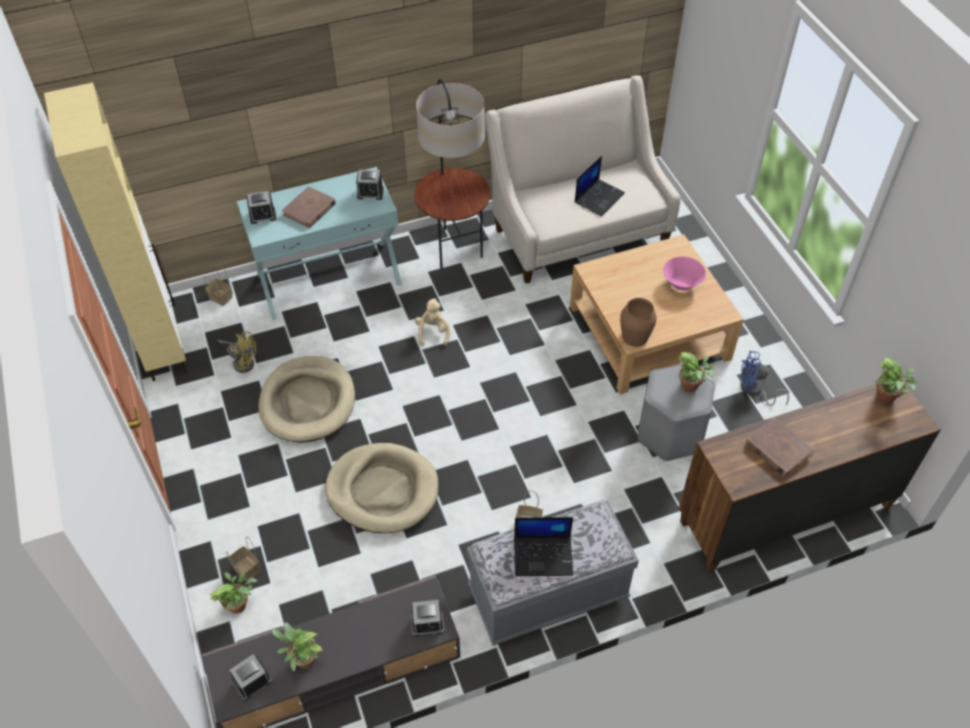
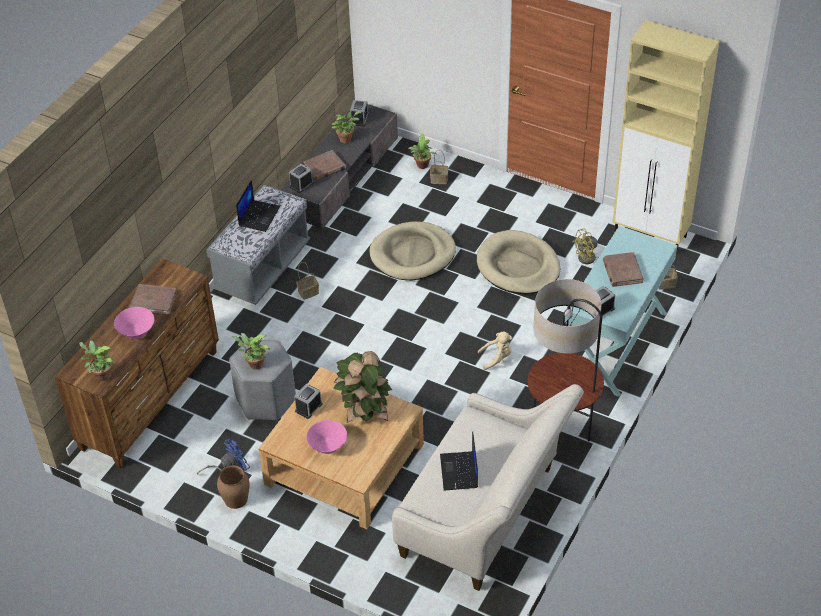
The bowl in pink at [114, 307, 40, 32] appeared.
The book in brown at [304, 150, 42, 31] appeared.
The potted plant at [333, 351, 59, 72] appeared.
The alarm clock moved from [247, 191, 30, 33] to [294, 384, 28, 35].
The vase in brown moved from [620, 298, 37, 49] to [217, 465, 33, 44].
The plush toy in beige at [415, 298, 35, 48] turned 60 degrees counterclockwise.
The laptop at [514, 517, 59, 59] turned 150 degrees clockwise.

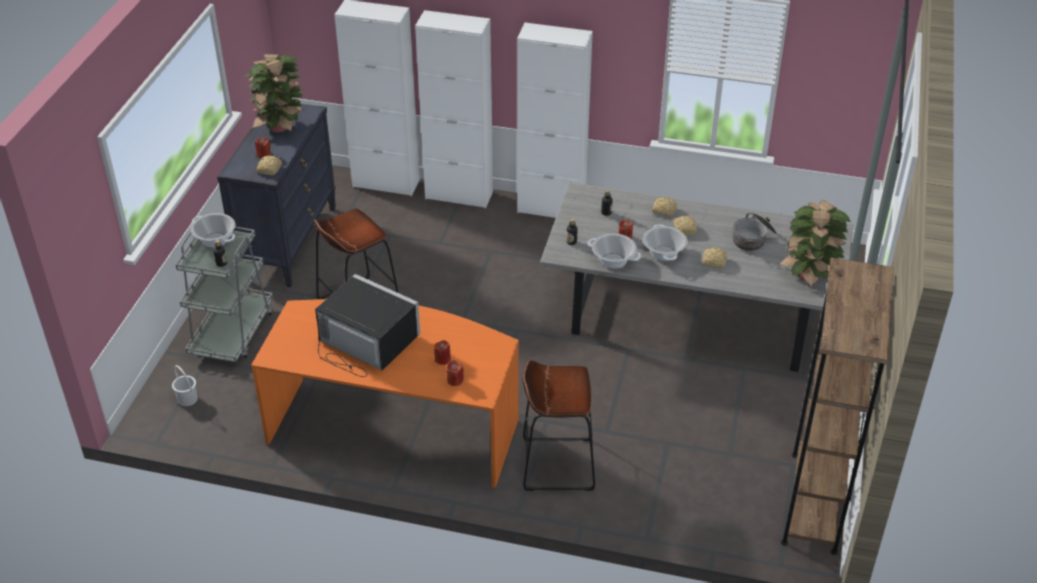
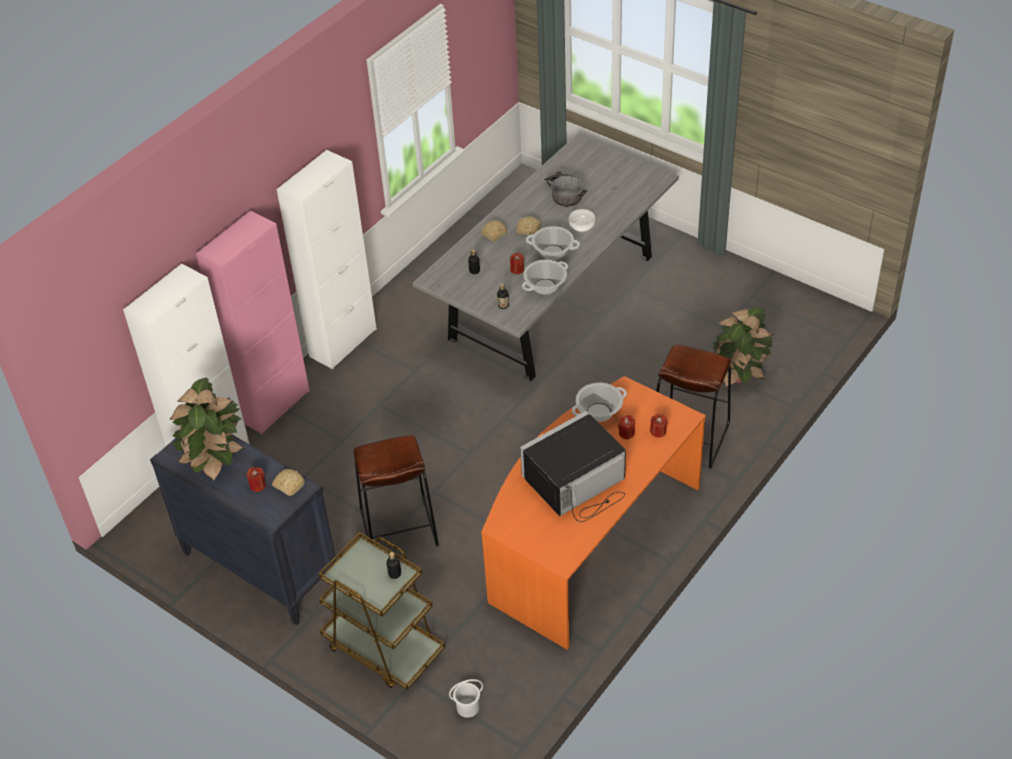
The bookcase in brown at [781, 258, 113, 297] disappeared.
The cooking pot moved from [191, 213, 45, 34] to [572, 383, 55, 39].
The potted plant moved from [778, 200, 73, 88] to [713, 307, 61, 80].
The bread at [703, 247, 24, 21] was replaced by the bowl at [569, 209, 26, 23].
The cart in grey at [175, 227, 98, 135] became the cart in brown at [319, 532, 126, 158].
The cabinet in white at [415, 10, 78, 198] became the cabinet in pink at [196, 211, 114, 223].

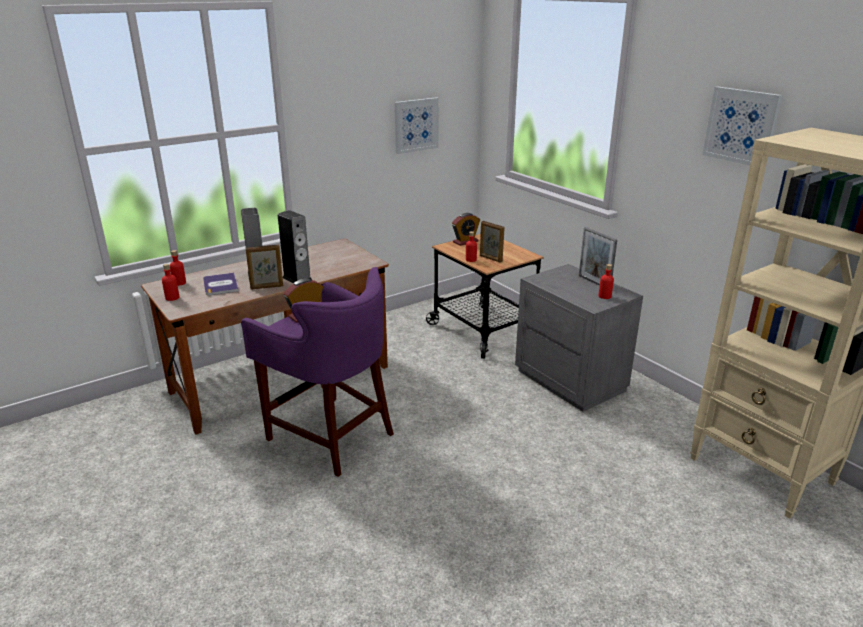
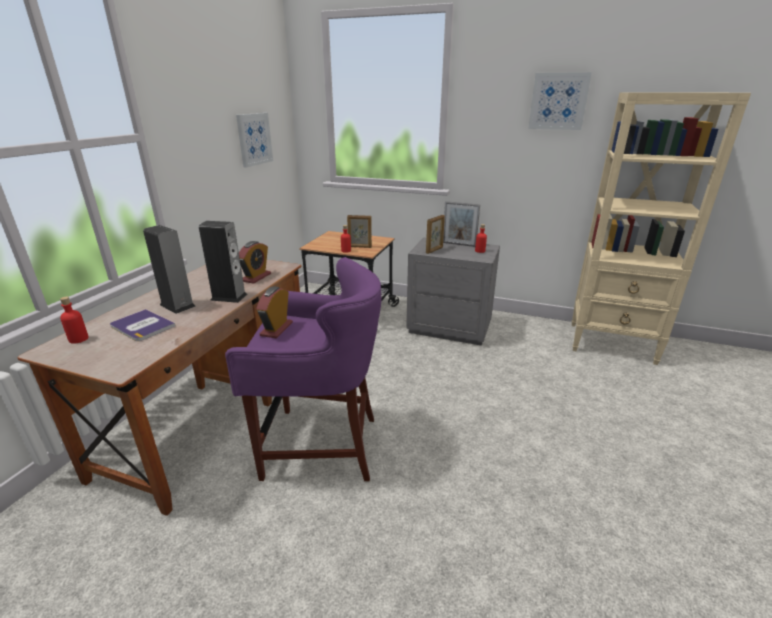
The bottle in red at [162, 264, 17, 37] disappeared.
The picture frame moved from [246, 245, 37, 45] to [426, 215, 19, 39].
The alarm clock moved from [452, 213, 28, 33] to [239, 241, 32, 43].

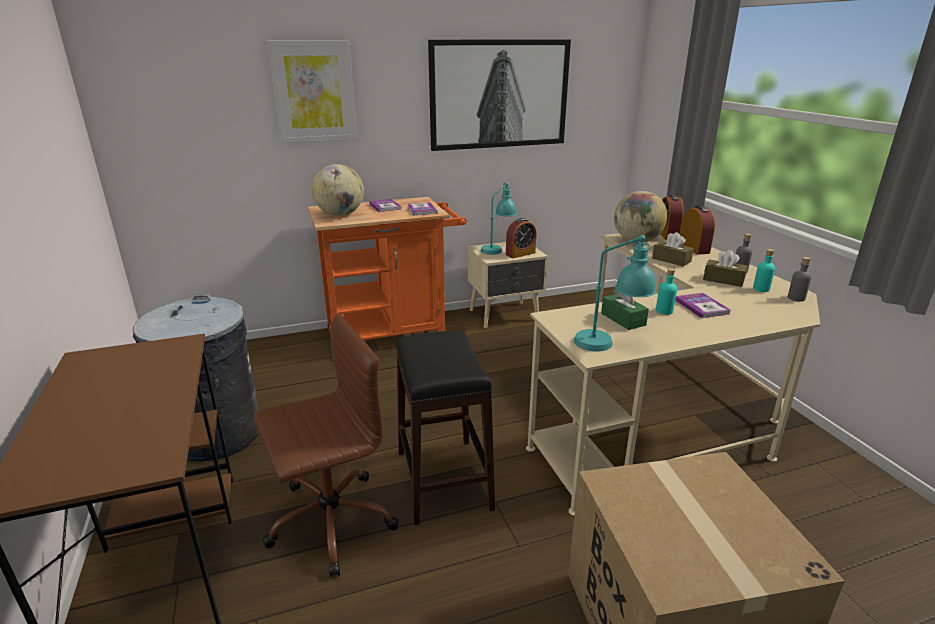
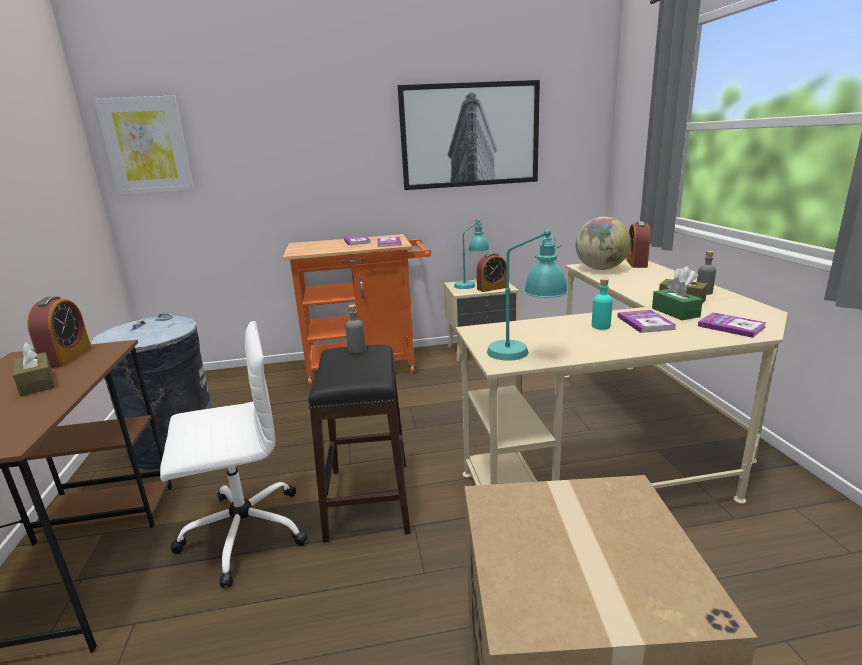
The globe at [312, 164, 52, 52] disappeared.
The bottle in turquoise at [753, 249, 22, 43] disappeared.
The book at [698, 312, 69, 26] appeared.
The picture moved from [267, 40, 90, 103] to [94, 96, 100, 99].
The tissue box in green moved from [601, 290, 48, 40] to [652, 277, 51, 43].
The tissue box in brown moved from [652, 232, 42, 34] to [13, 342, 42, 54].
The alarm clock moved from [680, 206, 35, 49] to [28, 296, 63, 72].
The bottle in grey moved from [788, 257, 23, 45] to [345, 305, 21, 48].
The office chair in brown at [253, 314, 146, 263] became the office chair in white at [160, 321, 147, 267].

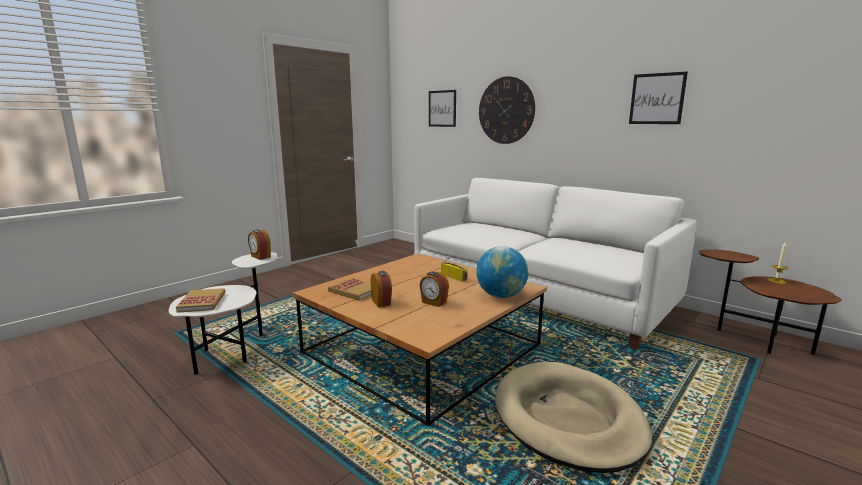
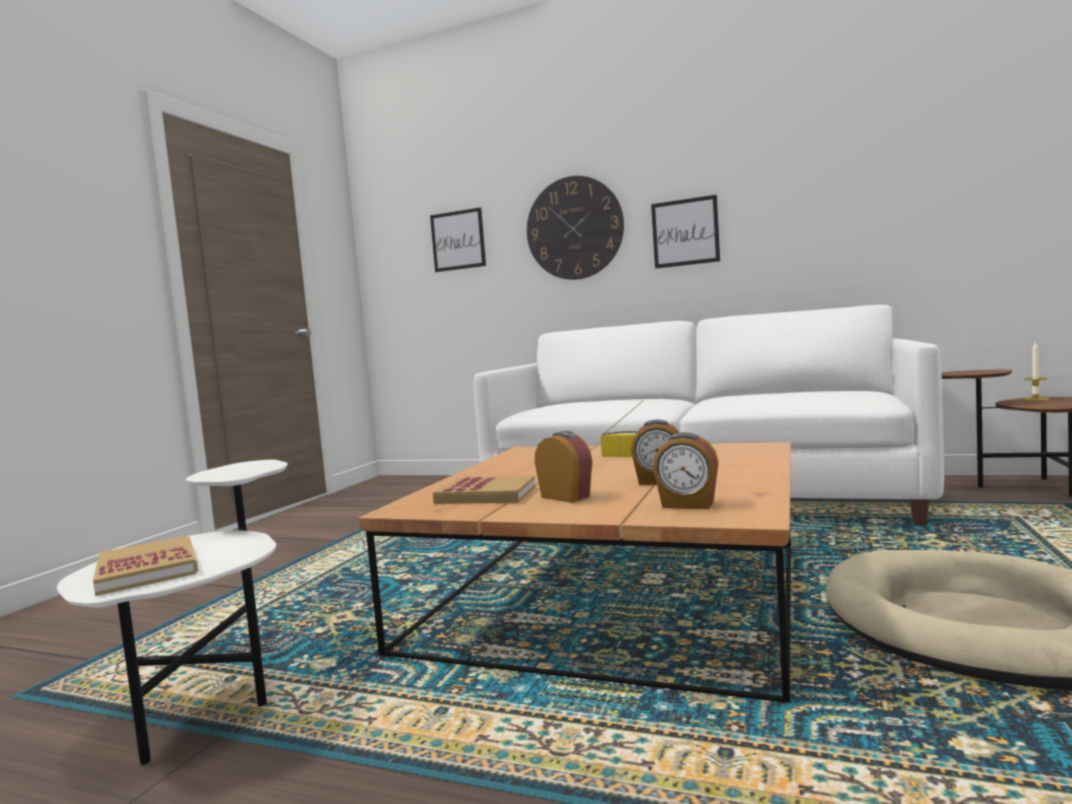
The globe at [476, 246, 52, 52] disappeared.
The alarm clock moved from [248, 229, 23, 31] to [653, 432, 66, 77].
The picture moved from [629, 72, 59, 52] to [651, 195, 69, 74].

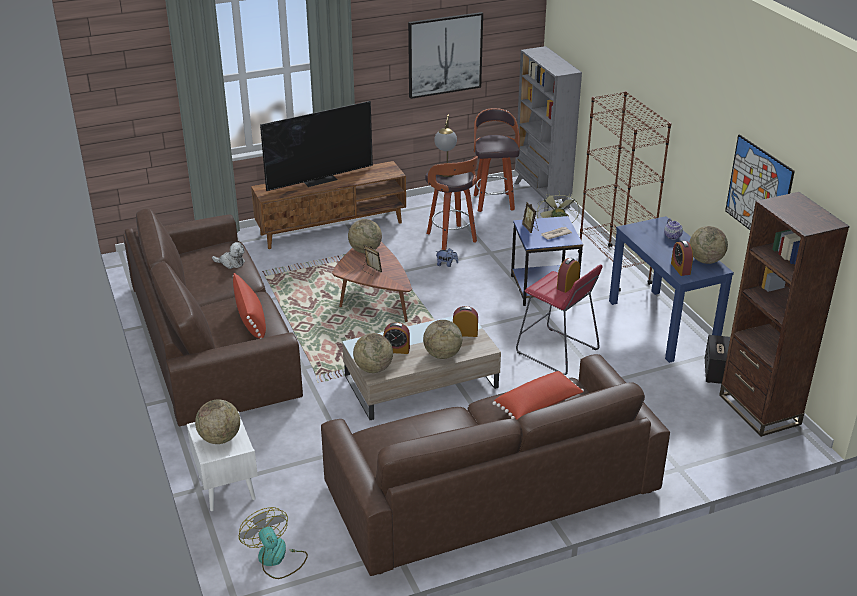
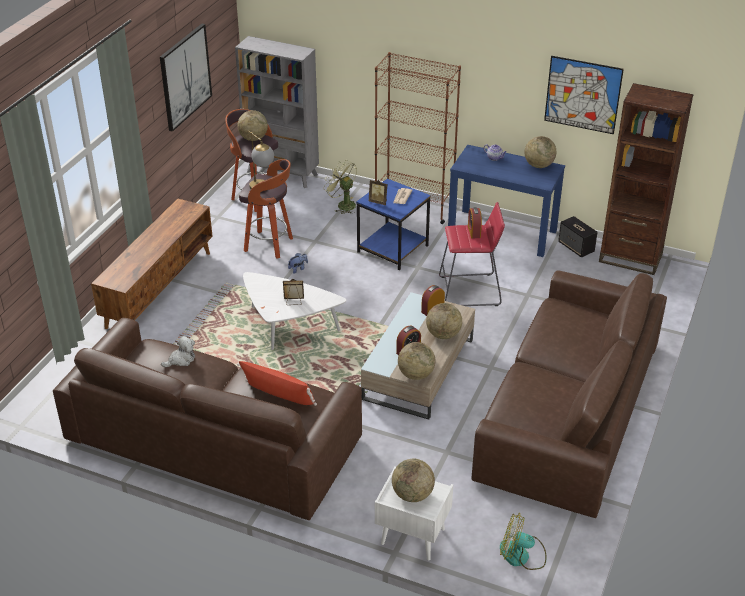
The television at [260, 101, 113, 90] disappeared.
The pillow in red at [493, 371, 91, 48] disappeared.
The alarm clock at [671, 240, 22, 36] disappeared.
The globe moved from [348, 219, 34, 34] to [237, 110, 31, 31].
The coffee table in brown at [332, 242, 80, 80] became the coffee table in white at [243, 272, 104, 78].

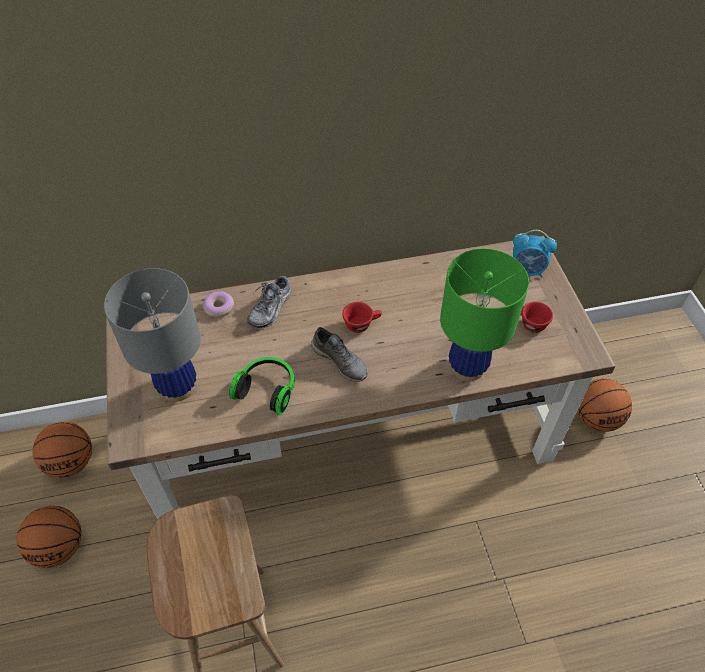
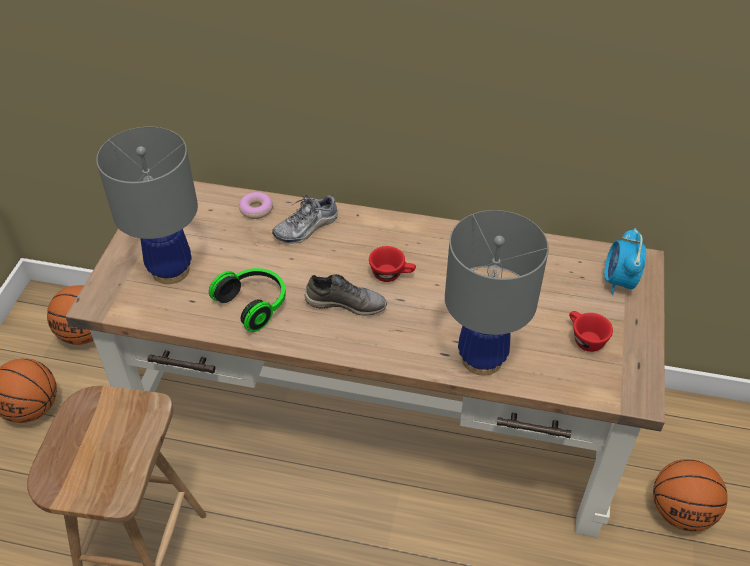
The table lamp in green at [440, 249, 89, 132] became the table lamp in grey at [445, 210, 104, 166].
The shoe in grey at [311, 327, 57, 55] turned 60 degrees counterclockwise.
The alarm clock at [513, 230, 44, 48] turned 60 degrees clockwise.

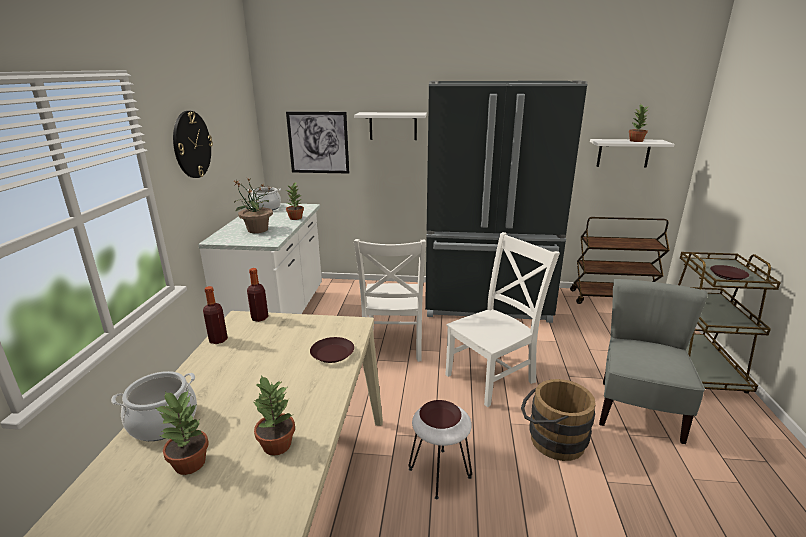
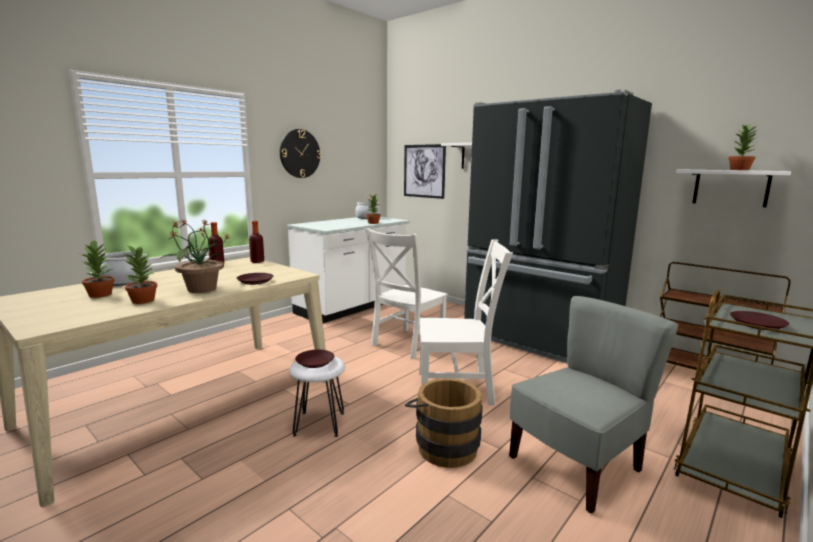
The potted plant moved from [234, 178, 39, 55] to [159, 219, 70, 74].

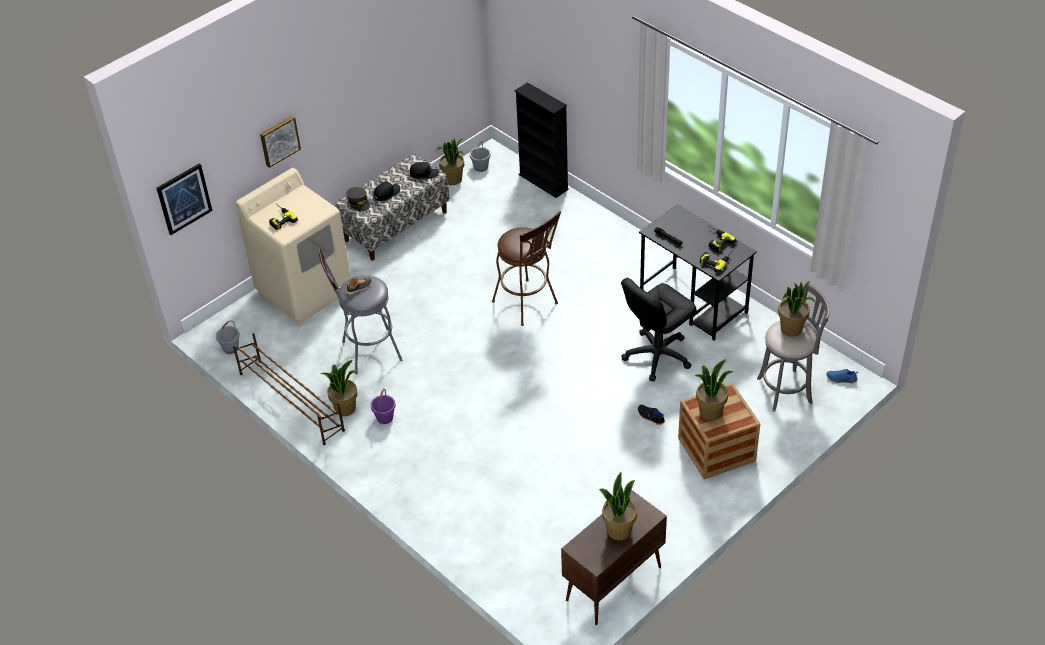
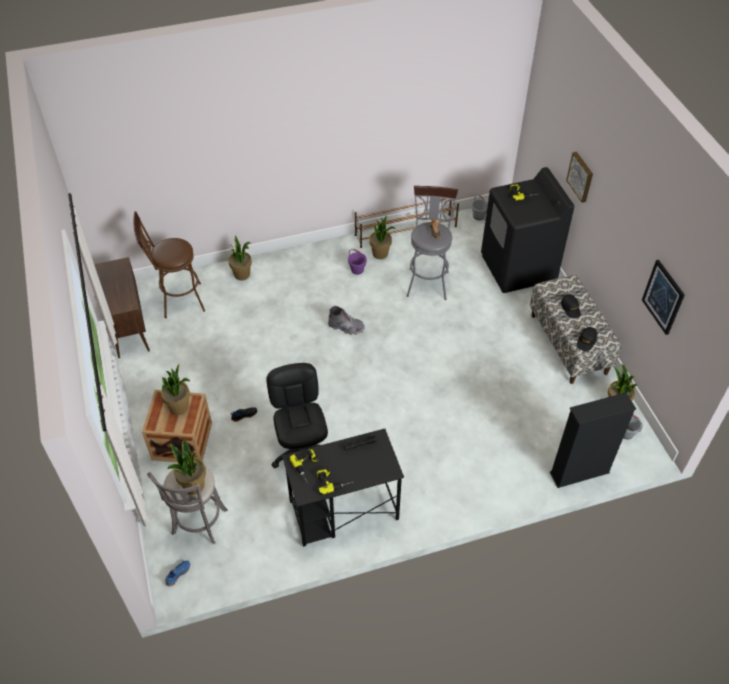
The cap in grey at [346, 187, 24, 24] disappeared.
The boot in grey at [328, 306, 37, 29] appeared.
The picture moved from [156, 163, 57, 72] to [642, 260, 43, 75].
The stool in brown moved from [492, 211, 69, 115] to [134, 211, 71, 107].
The potted plant moved from [599, 472, 38, 68] to [228, 235, 24, 45].
The washing machine in beige at [235, 168, 116, 156] became the washing machine in black at [481, 167, 93, 126].

